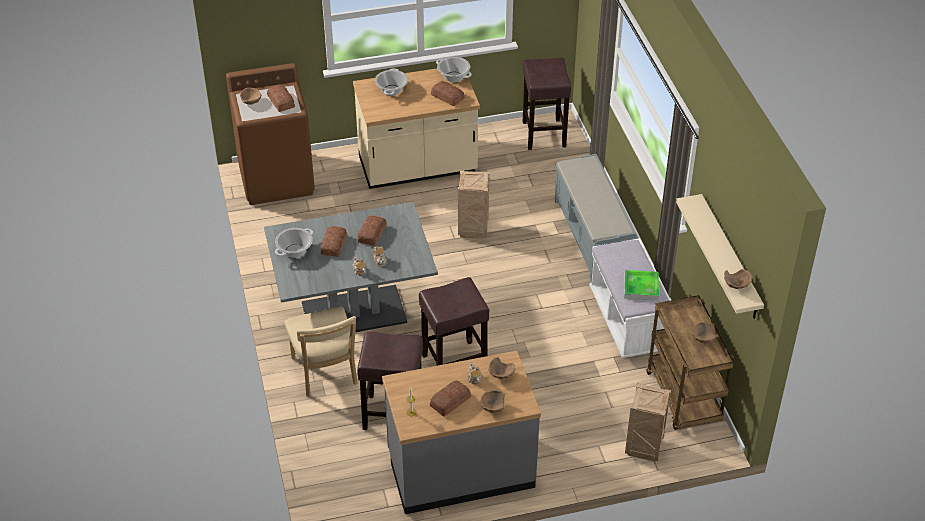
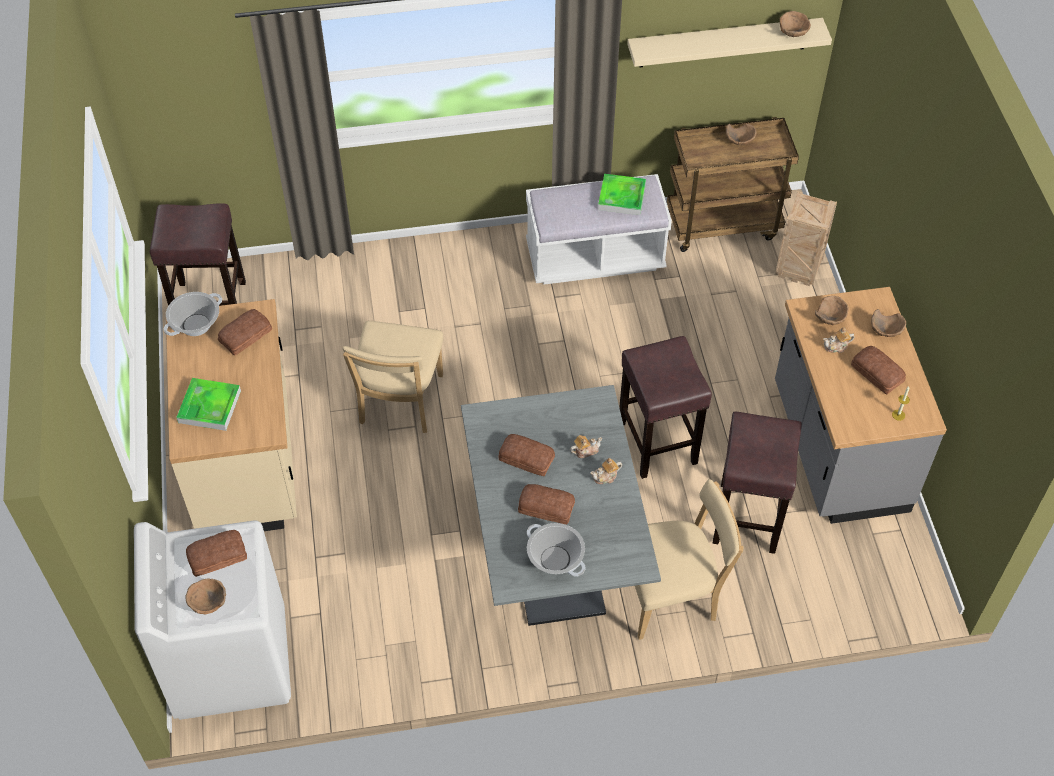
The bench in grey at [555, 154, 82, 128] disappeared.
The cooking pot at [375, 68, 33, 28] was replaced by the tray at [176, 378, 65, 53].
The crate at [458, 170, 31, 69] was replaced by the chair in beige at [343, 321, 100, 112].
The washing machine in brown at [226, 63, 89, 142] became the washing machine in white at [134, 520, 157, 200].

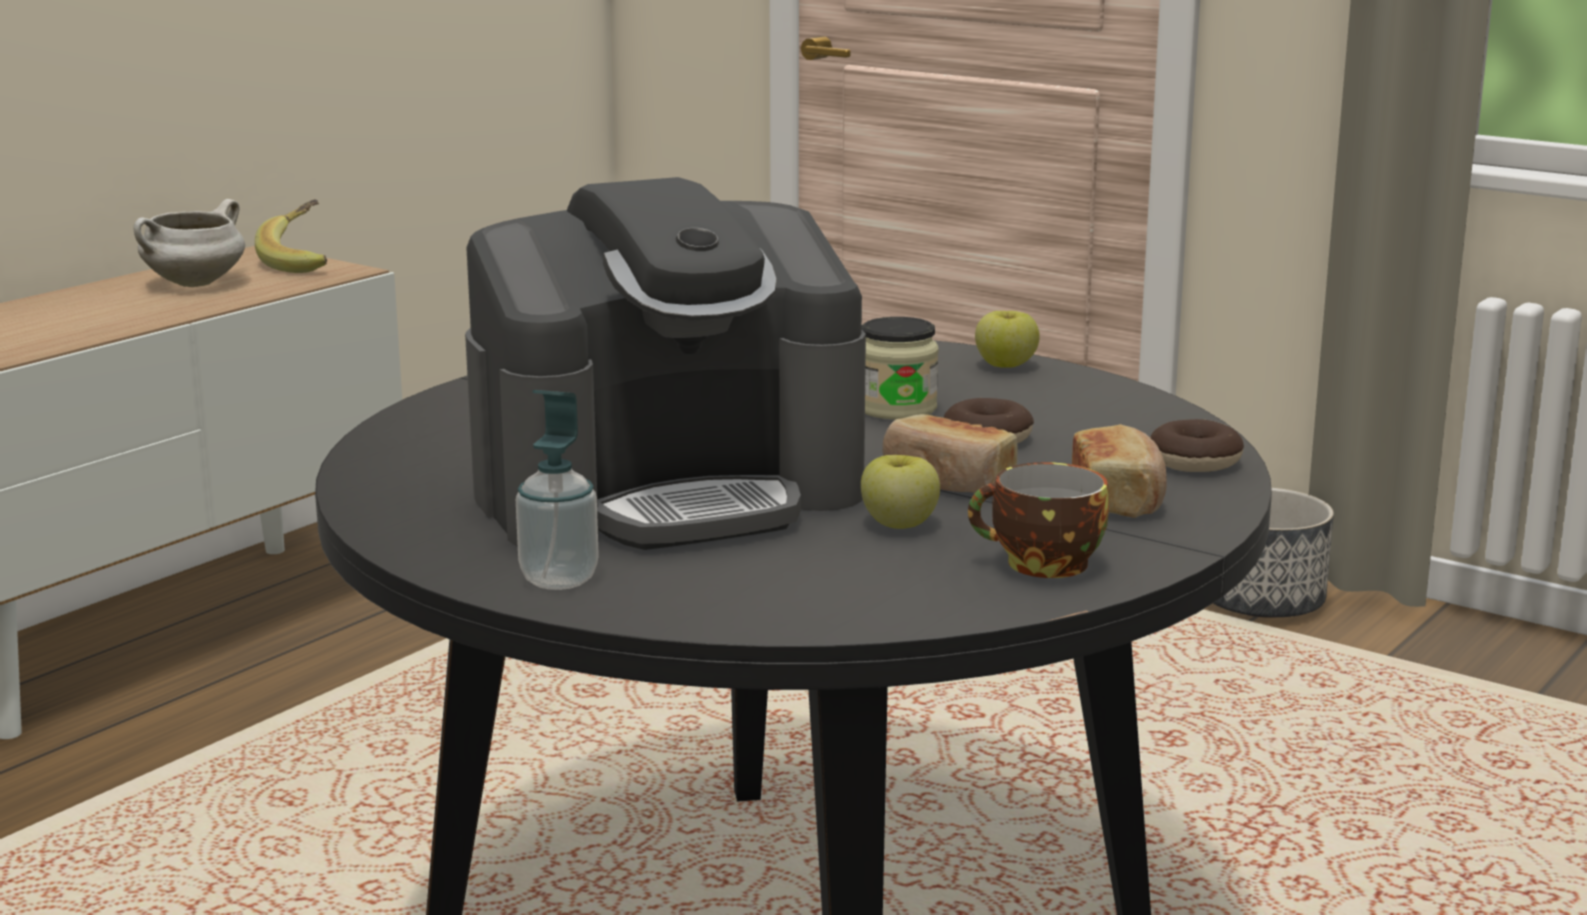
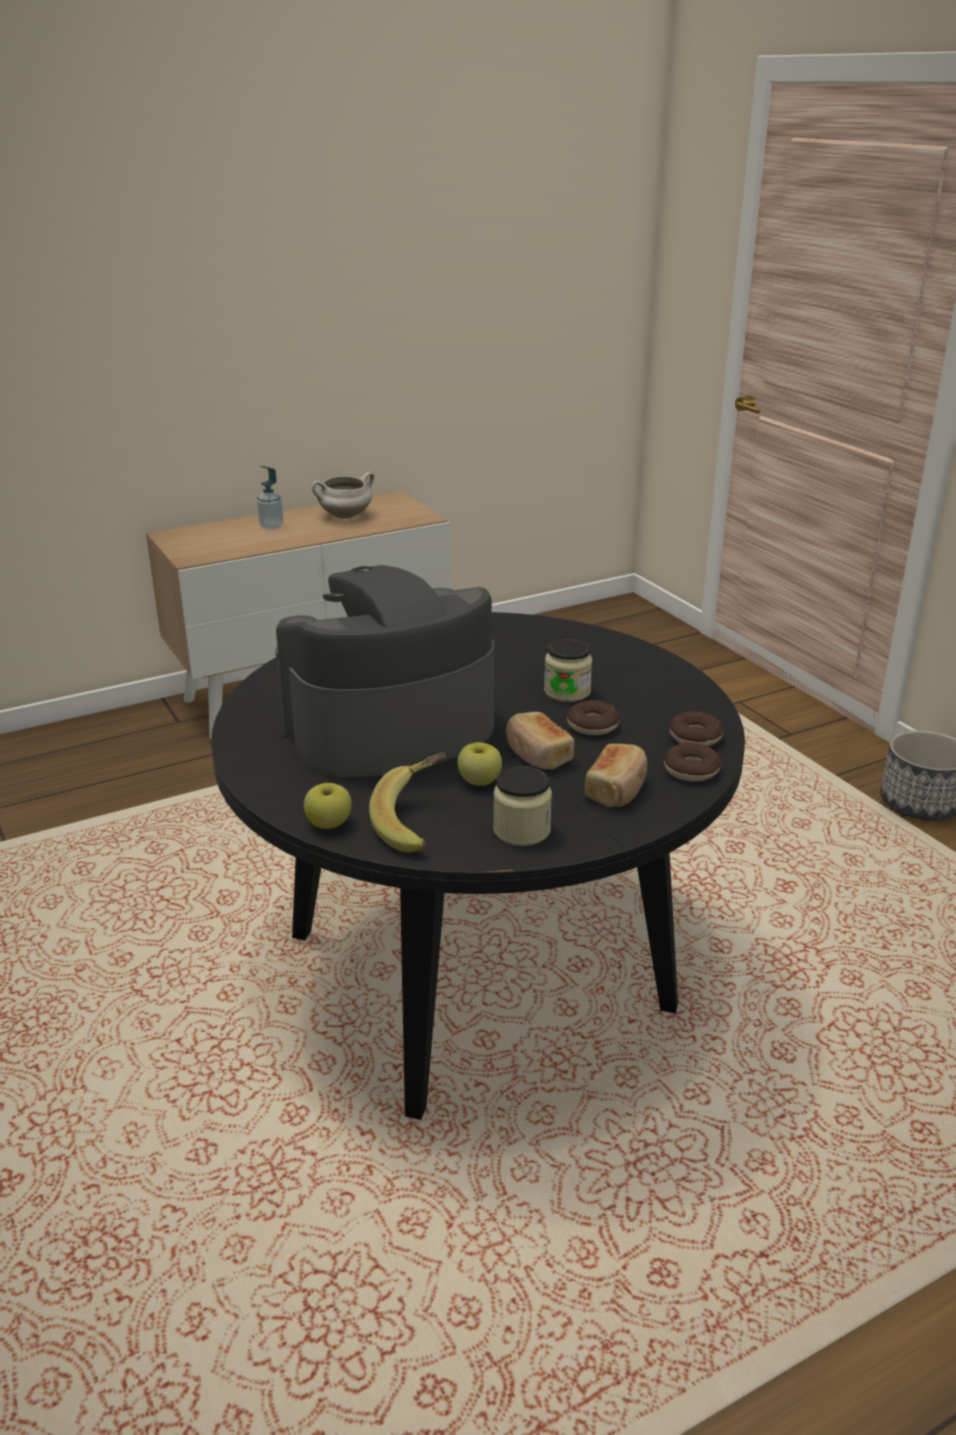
The donut at [669, 711, 54, 35] appeared.
The banana moved from [255, 199, 72, 74] to [369, 752, 77, 100].
The soap dispenser moved from [516, 390, 83, 200] to [257, 466, 26, 64].
The apple moved from [975, 311, 65, 57] to [304, 783, 48, 46].
The cup at [968, 462, 141, 116] was replaced by the jar at [493, 766, 59, 80].
The coffee machine at [465, 177, 401, 373] turned 150 degrees clockwise.

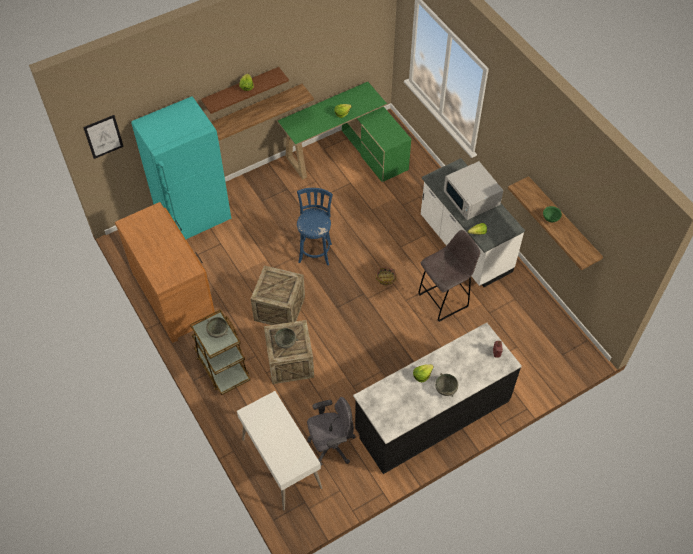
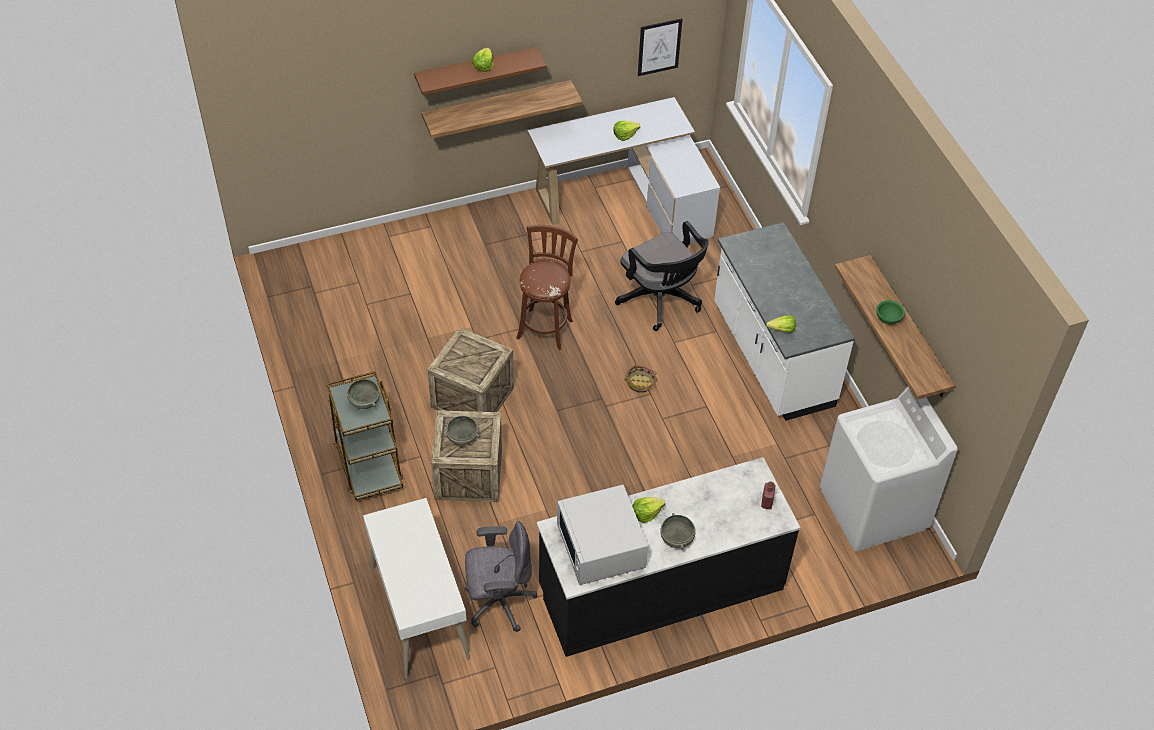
The dresser in brown at [115, 202, 100, 141] disappeared.
The fridge in turquoise at [131, 96, 100, 143] disappeared.
The stool in grey at [418, 230, 63, 92] disappeared.
The office chair in black at [615, 221, 94, 110] appeared.
The washing machine in white at [820, 387, 138, 164] appeared.
The picture moved from [83, 115, 41, 44] to [638, 18, 44, 58].
The microwave in white moved from [444, 161, 59, 59] to [557, 485, 91, 100].
The desk in green at [277, 82, 135, 100] became the desk in white at [528, 97, 192, 146].
The stool in blue at [297, 188, 36, 78] became the stool in brown at [516, 225, 62, 125].

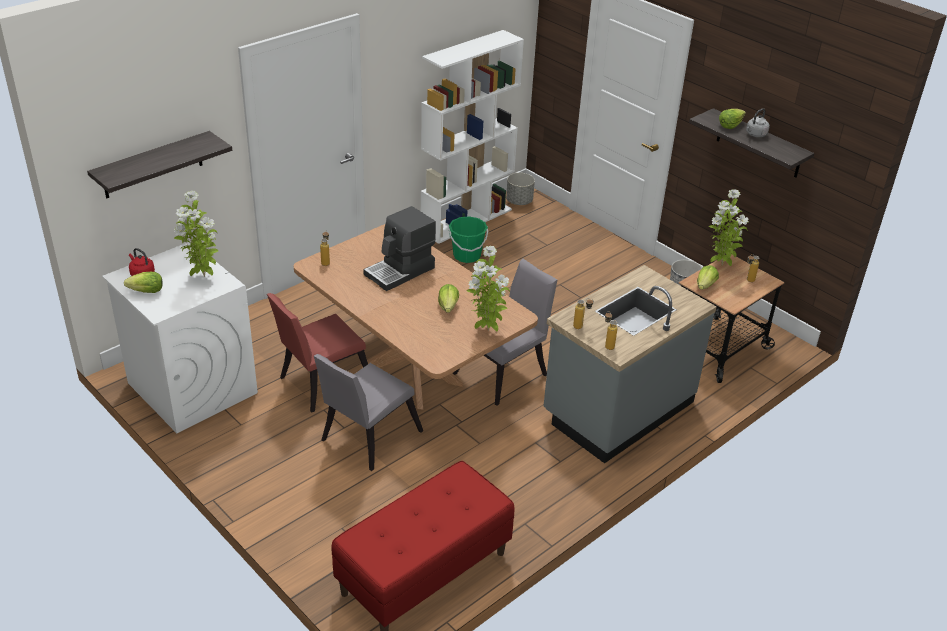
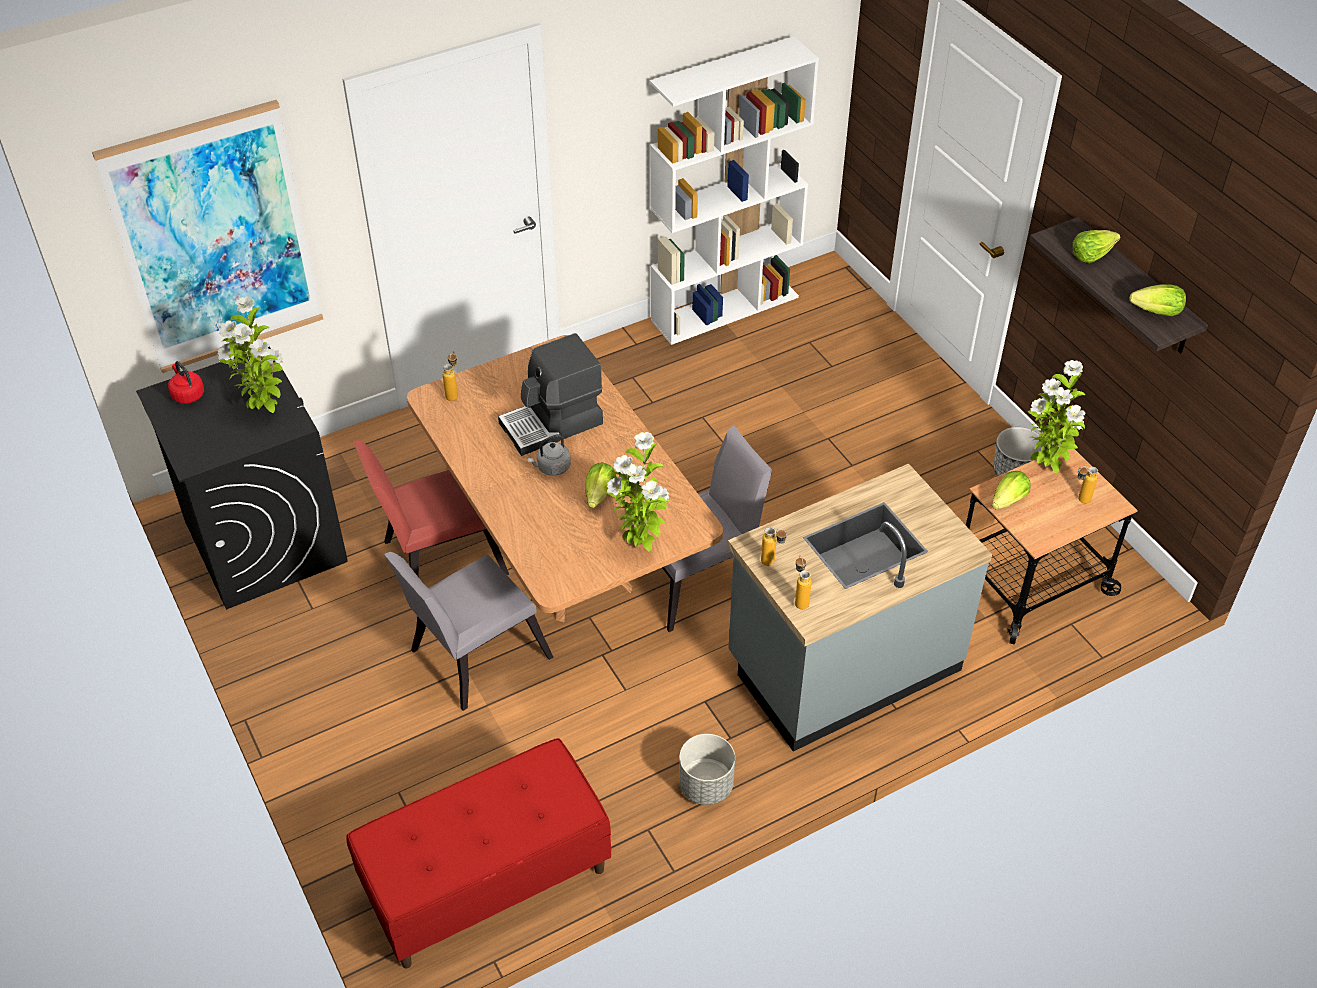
The bucket in green at [449, 216, 39, 47] disappeared.
The lettuce moved from [124, 272, 39, 21] to [1130, 284, 56, 32].
The planter in grey moved from [506, 173, 29, 32] to [679, 734, 56, 71].
The kettle in grey moved from [746, 108, 24, 29] to [528, 434, 43, 42].
The shelf at [87, 131, 145, 68] was replaced by the picture at [92, 100, 231, 273].
The washing machine in white at [102, 241, 156, 192] became the washing machine in black at [136, 347, 212, 263].

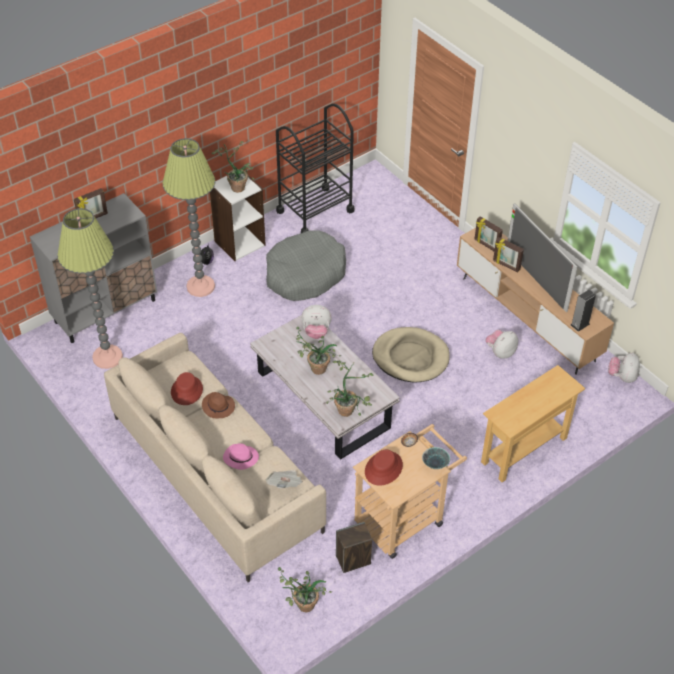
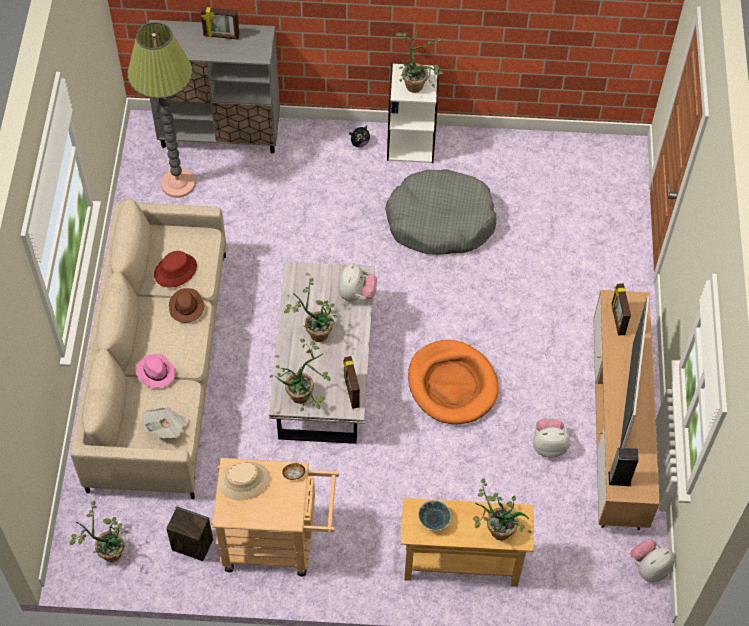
The floor lamp at [162, 138, 54, 159] disappeared.
The cart in black at [276, 103, 79, 130] disappeared.
The potted plant at [473, 478, 58, 62] appeared.
The bowl moved from [422, 447, 28, 22] to [418, 500, 33, 31].
The picture frame moved from [493, 237, 31, 36] to [343, 356, 17, 53].
The hat in red at [365, 450, 38, 36] became the hat in beige at [218, 462, 52, 38].
The dog bed in beige at [372, 327, 78, 56] became the dog bed in orange at [408, 340, 91, 84].
The plush toy at [301, 305, 31, 34] turned 120 degrees counterclockwise.

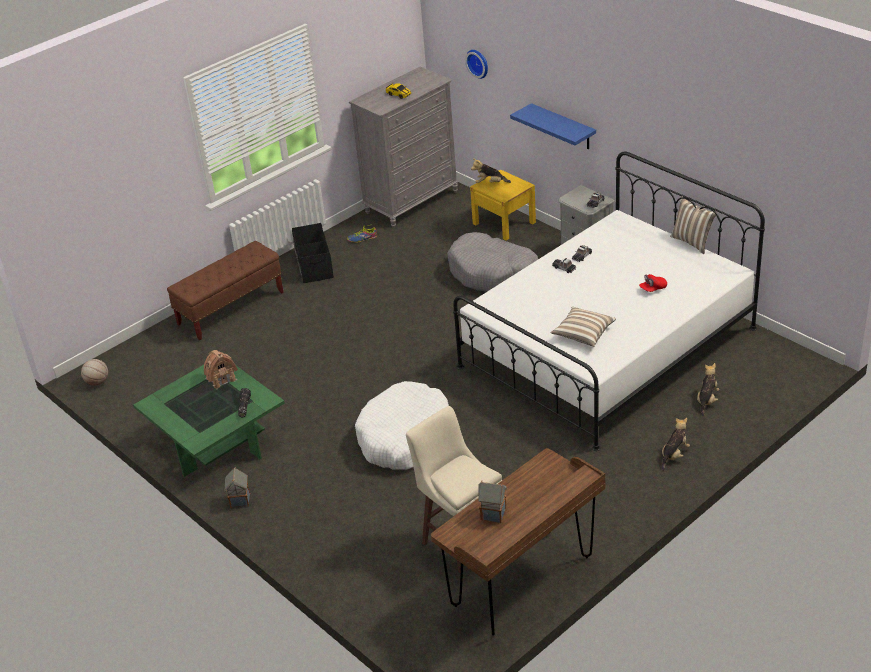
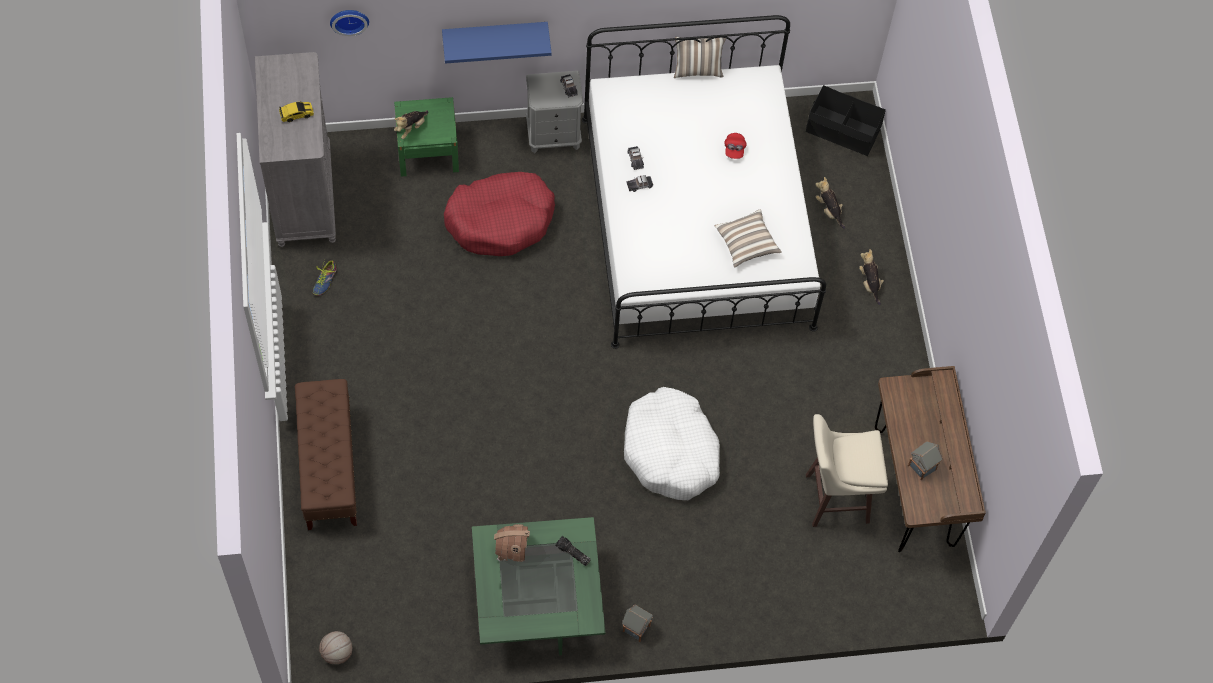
The storage box in black moved from [292, 223, 42, 60] to [806, 85, 80, 71].
The dog bed in grey at [447, 232, 91, 60] became the dog bed in red at [444, 172, 111, 84].
The nightstand in yellow at [470, 169, 66, 72] became the nightstand in green at [394, 97, 65, 80].

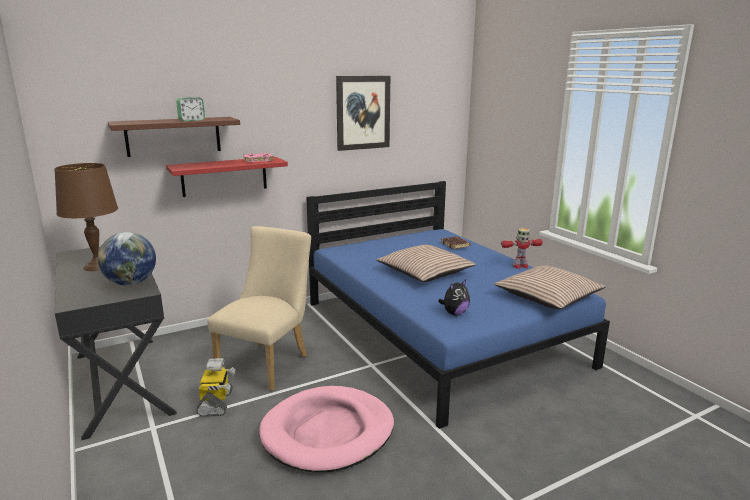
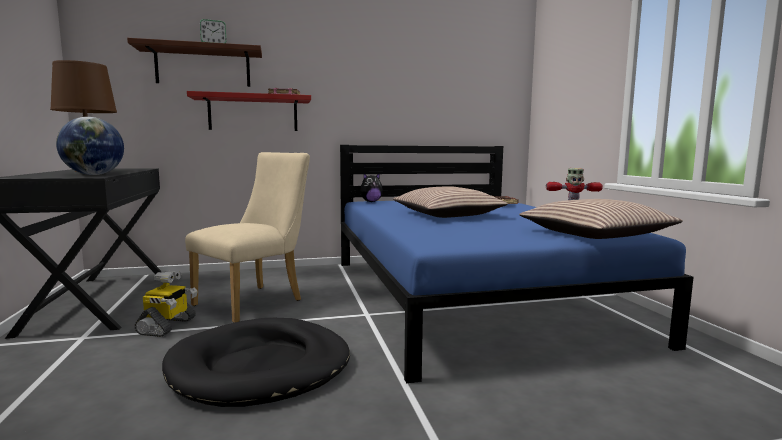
The picture at [336, 76, 54, 75] disappeared.
The plush toy moved from [438, 280, 32, 35] to [360, 173, 23, 29].
The dog bed in pink at [259, 386, 135, 86] became the dog bed in black at [162, 318, 188, 89].

